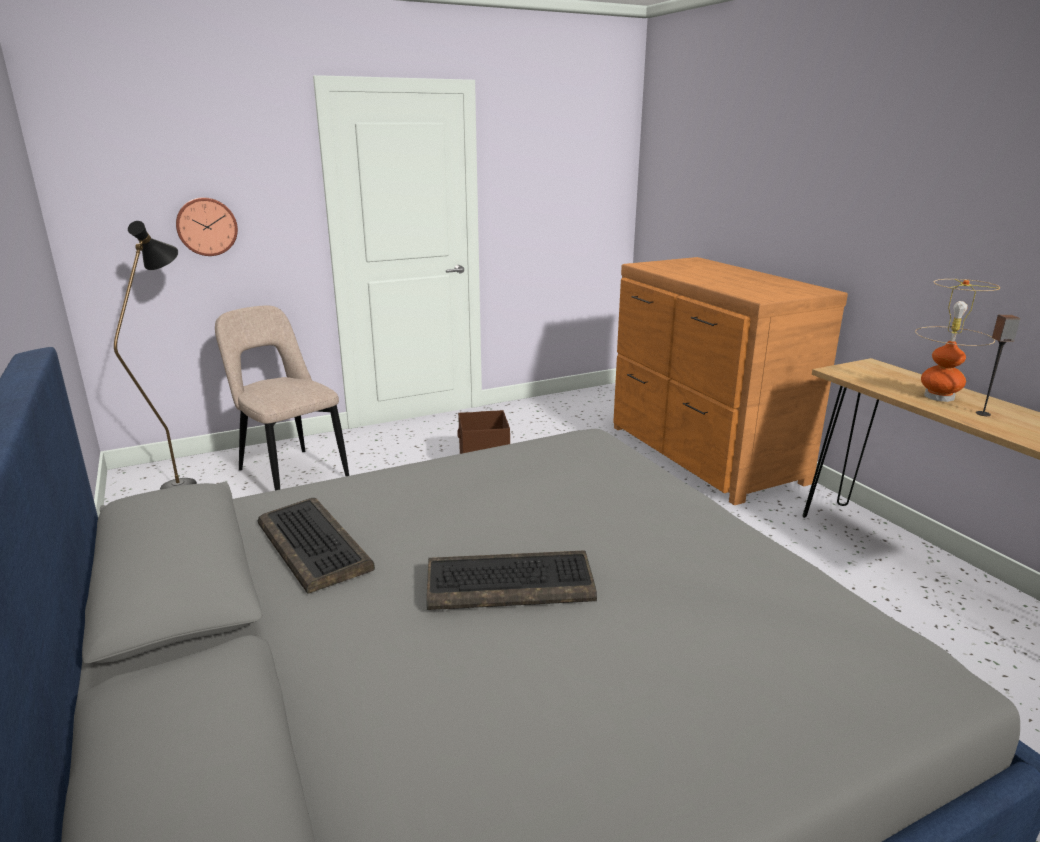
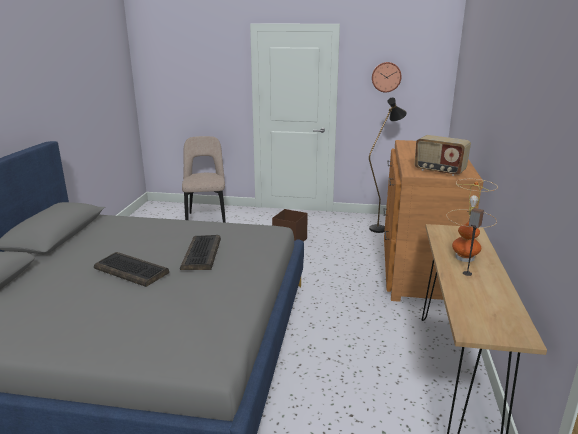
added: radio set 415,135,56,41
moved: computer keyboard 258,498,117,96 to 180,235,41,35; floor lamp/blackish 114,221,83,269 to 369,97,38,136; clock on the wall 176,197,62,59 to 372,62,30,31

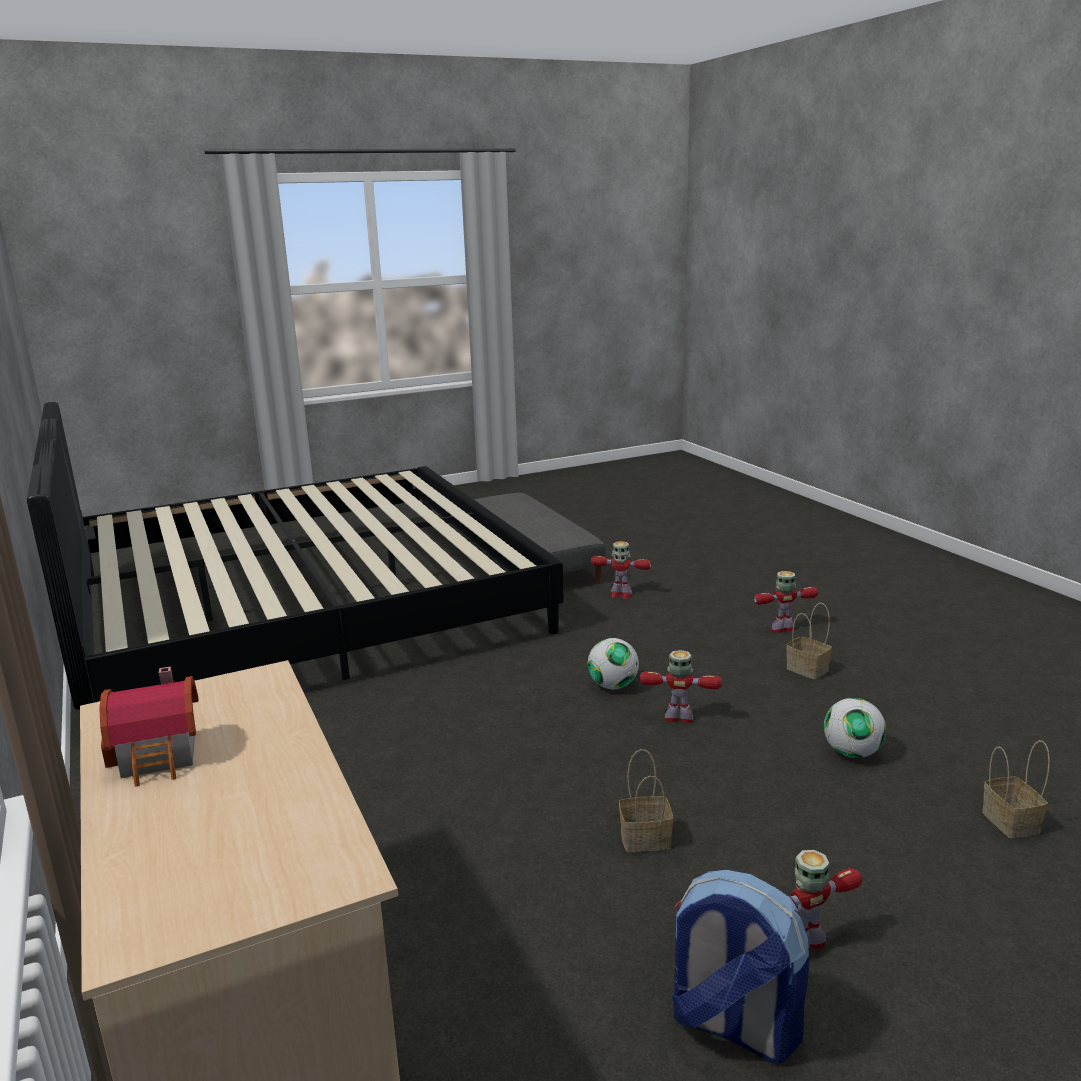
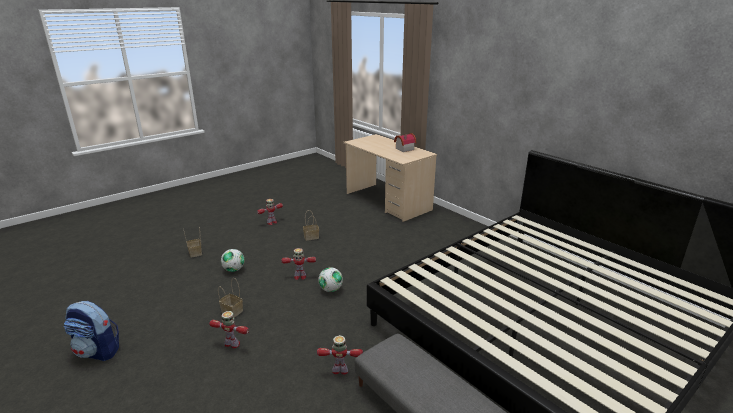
moved: backpack 672,870,137,193 to 64,301,55,60
turned: model robot 754,571,64,62 = 209,311,40,37 135 degrees counterclockwise

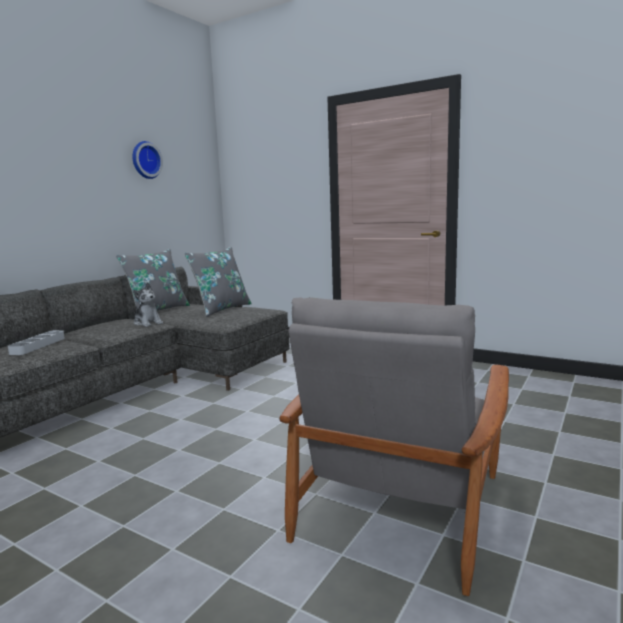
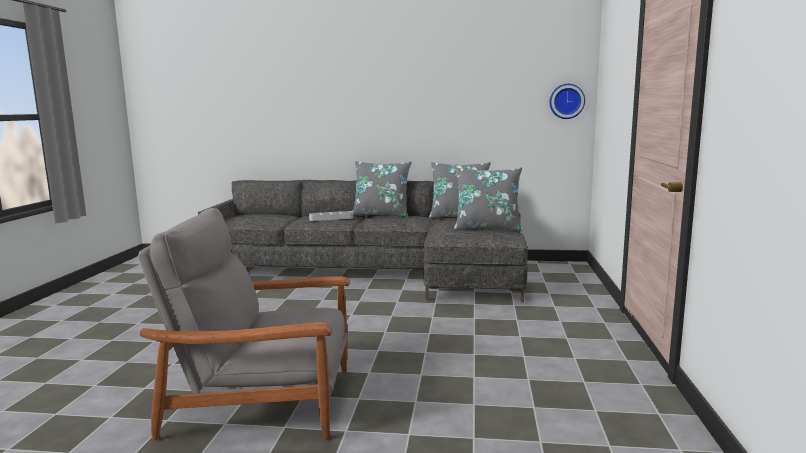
removed: plush toy 133,282,30,45
added: cushion/gray 352,161,60,57
moved: clock on the wall 132,141,31,38 to 550,84,35,35

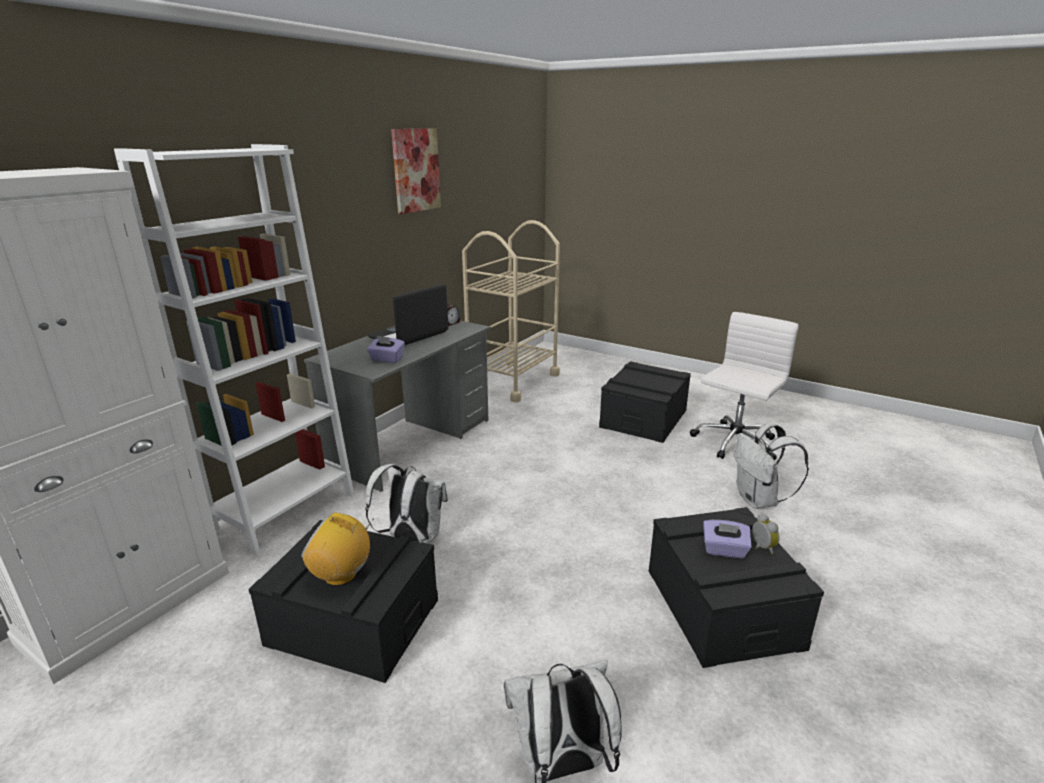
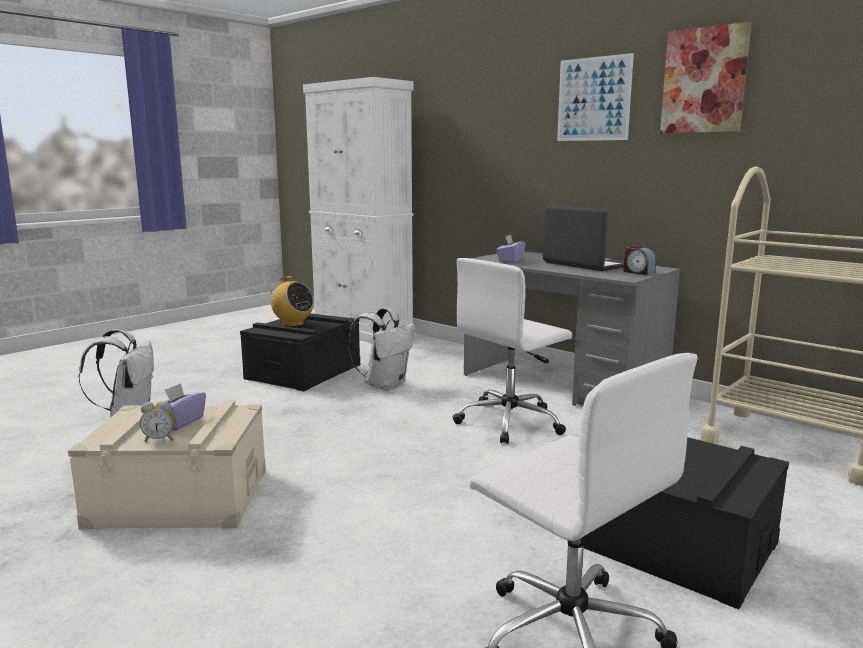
removed: bookshelf/white-coloured 114,144,240,412; backpack/white-coloured 734,423,75,86
added: desk chair/white-coloured 453,258,119,186; picture 557,53,77,88
recoloured: storage bin/blackish 649,507,175,161 to storage bin/beige 68,401,198,128
turned: radio set 301,513,73,73 = 270,276,44,51 105 degrees clockwise

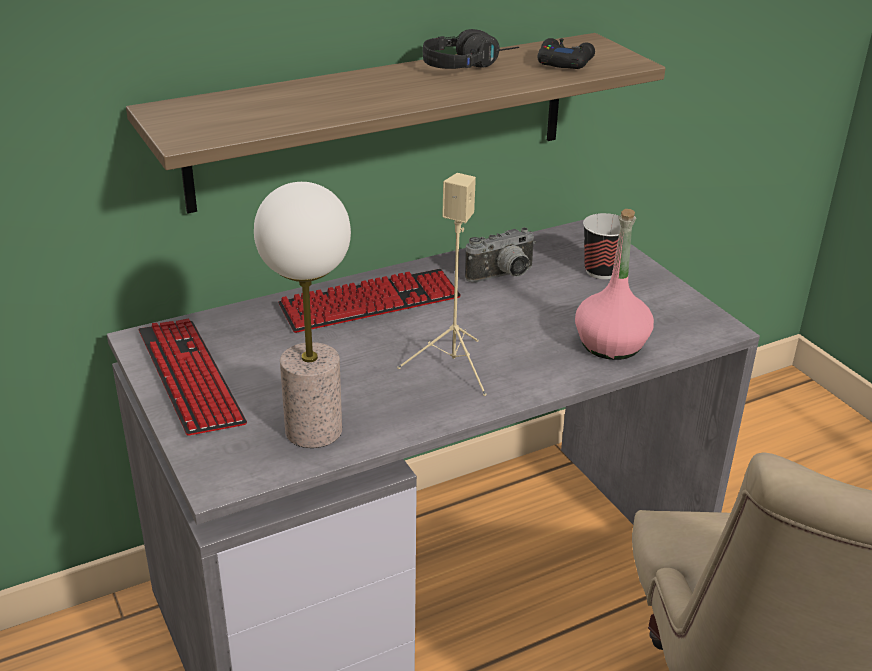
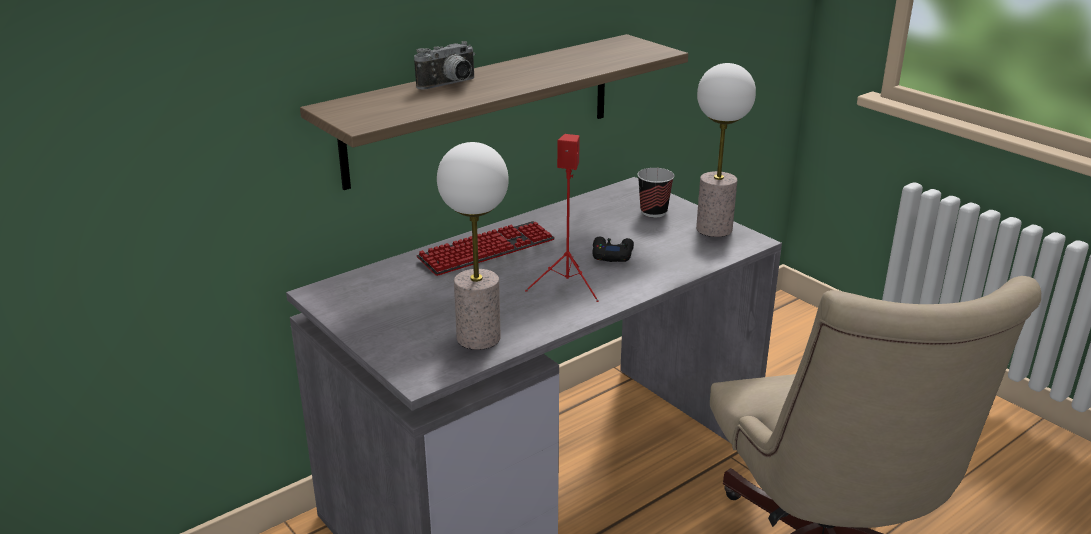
removed: computer keyboard 138,318,109,118; headset/blackish 423,29,96,40; drink bottle/pink 575,209,79,151
added: tabletop lamp 696,63,60,174
moved: photo camera 465,227,71,55 to 414,41,61,48; game controller/blackish 537,38,58,31 to 592,237,42,25
recoloured: audio speaker/beige 397,173,89,223 to audio speaker/red 525,134,74,168

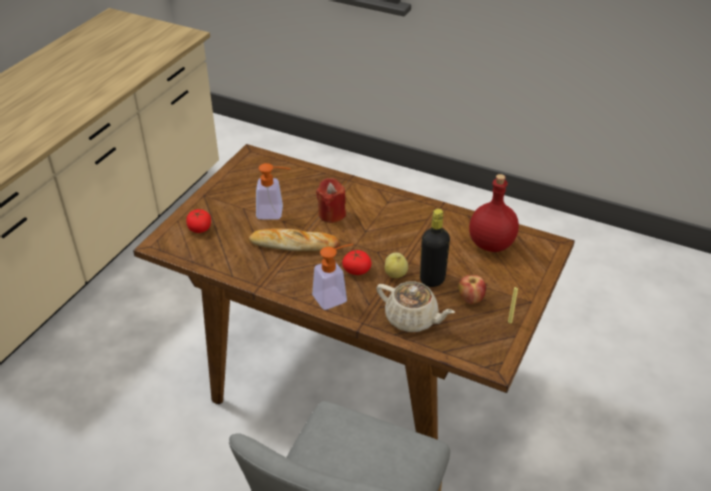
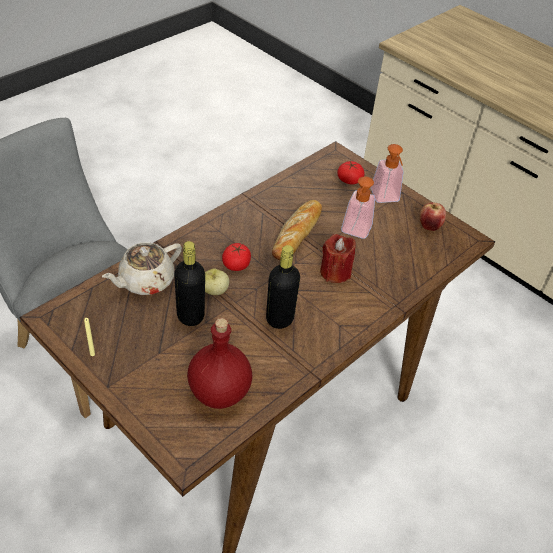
added: drink bottle/blackish 266,245,34,84
moved: soap dispenser 312,244,41,66 to 371,144,33,59; apple 458,275,28,29 to 420,202,26,29

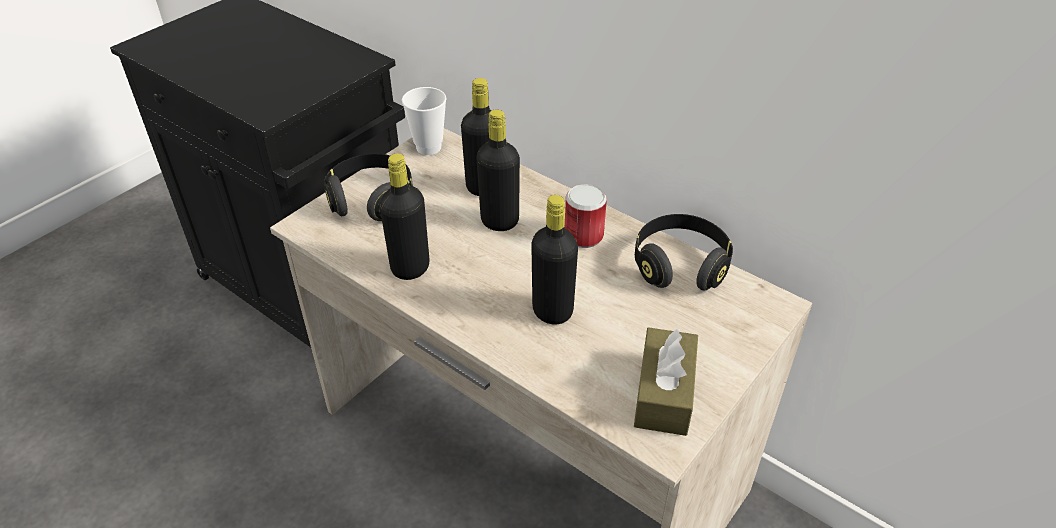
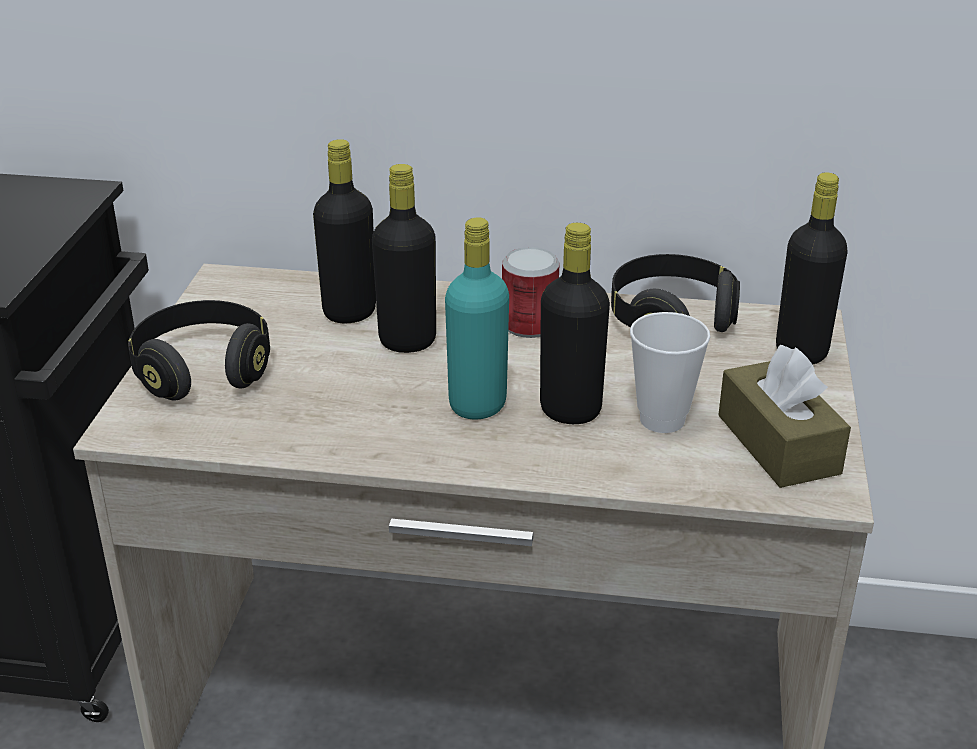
added: drink bottle/turquoise-coloured 445,218,64,201
moved: small cup 402,87,45,68 to 630,312,80,121; drink bottle/blackish 380,153,50,127 to 776,172,72,192

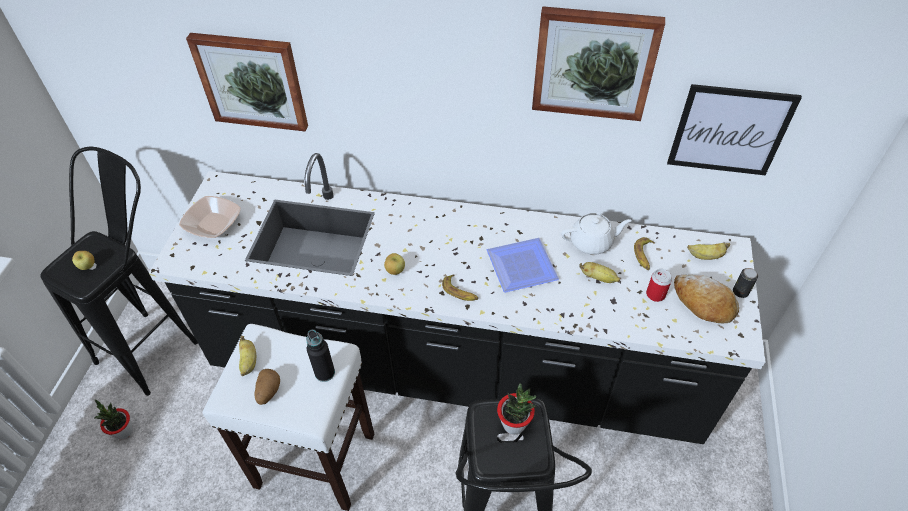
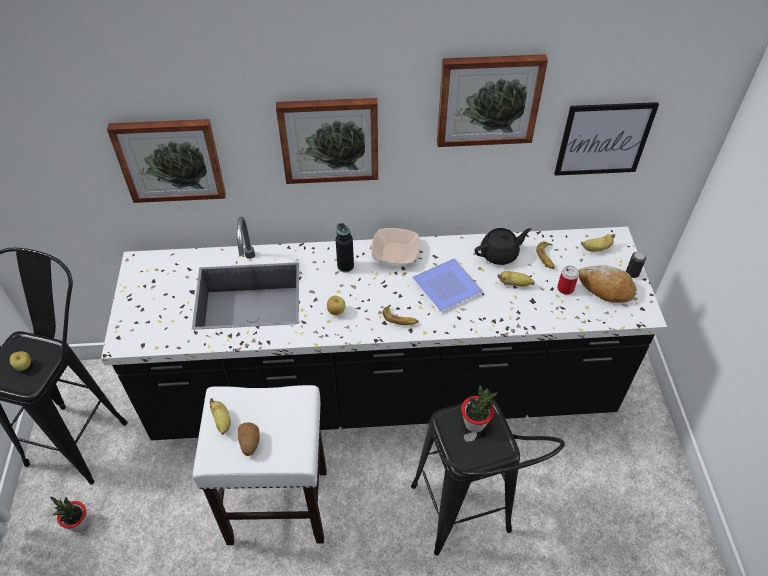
added: picture 276,98,102,86
moved: drink bottle/blackish 306,329,29,53 to 335,223,19,50; serving bowl 179,196,62,42 to 371,228,49,36
recoloured: pot for tea/white-coloured 561,213,71,42 to pot for tea/blackish 475,228,56,37

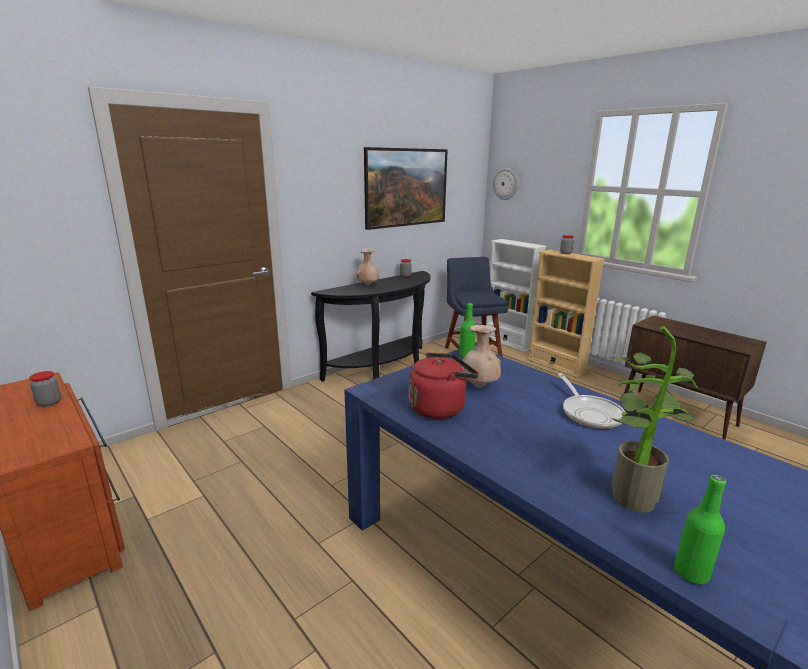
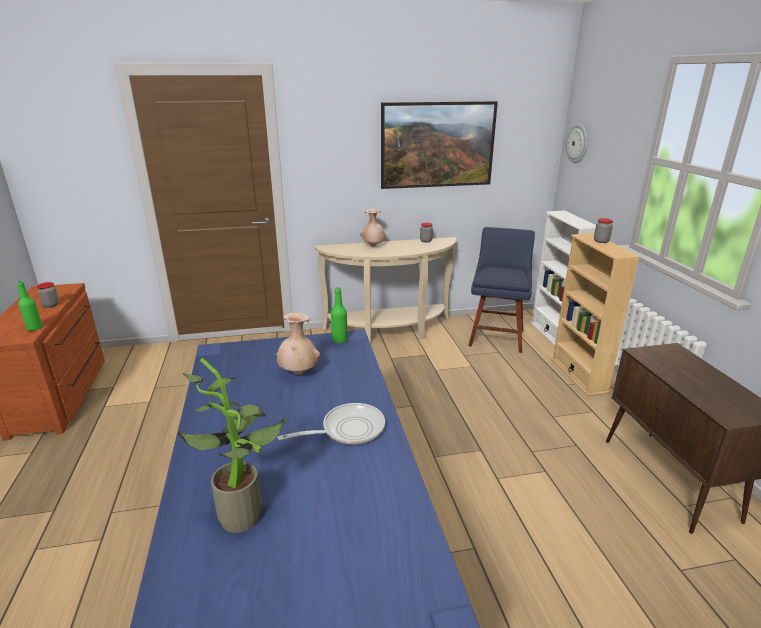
removed: water kettle/red 409,352,70,67
moved: drink bottle/green-coloured 674,475,52,109 to 17,281,26,50
recoloured: hall table/blackish 311,271,120,110 to hall table/beige 314,237,142,107
turned: pan 558,373,67,56 = 278,403,107,42 135 degrees counterclockwise

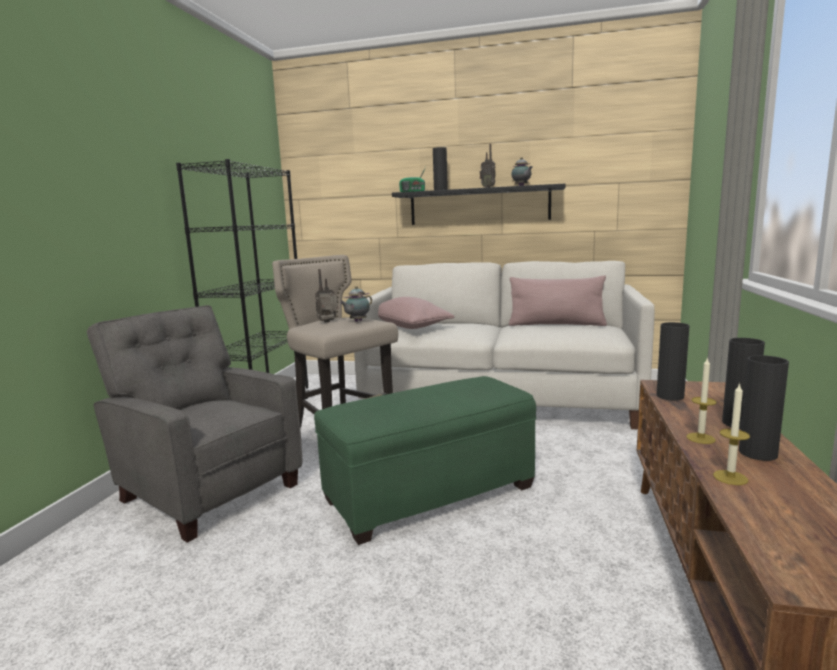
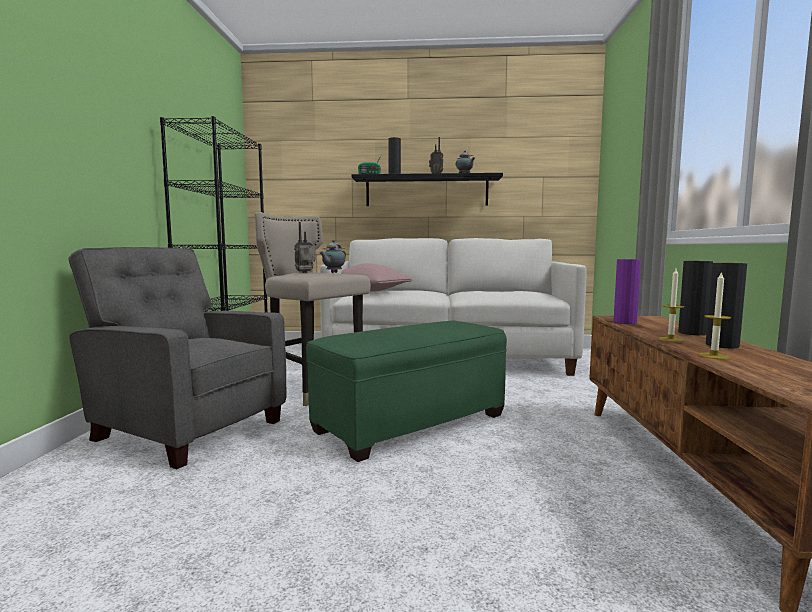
removed: cushion/pink 509,276,98,50
recoloured: flower vase/blackish 656,322,33,79 to flower vase/purple 613,259,28,65

